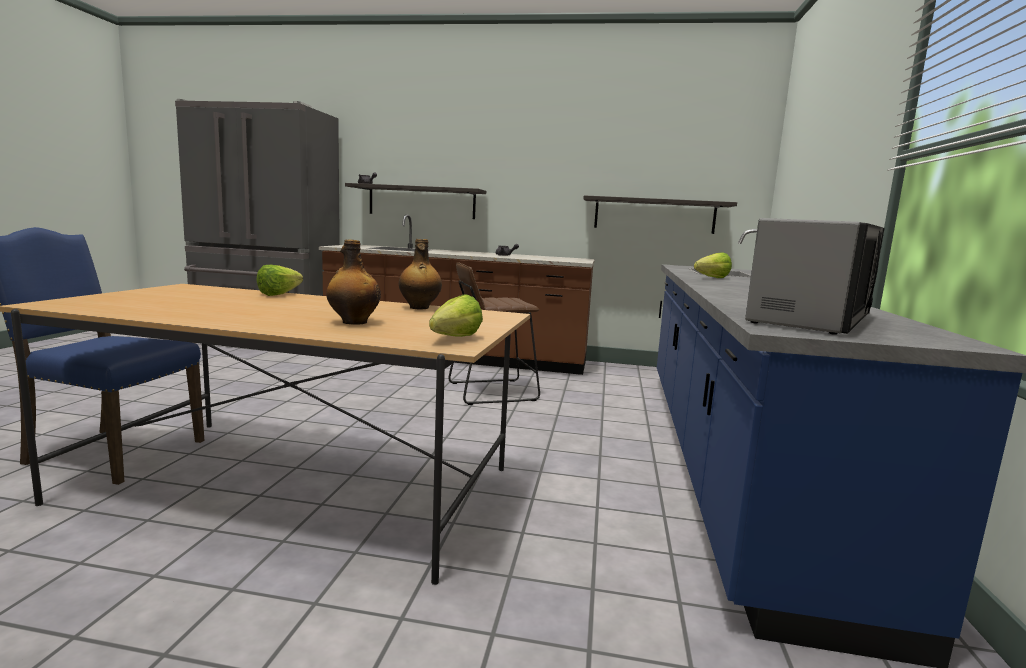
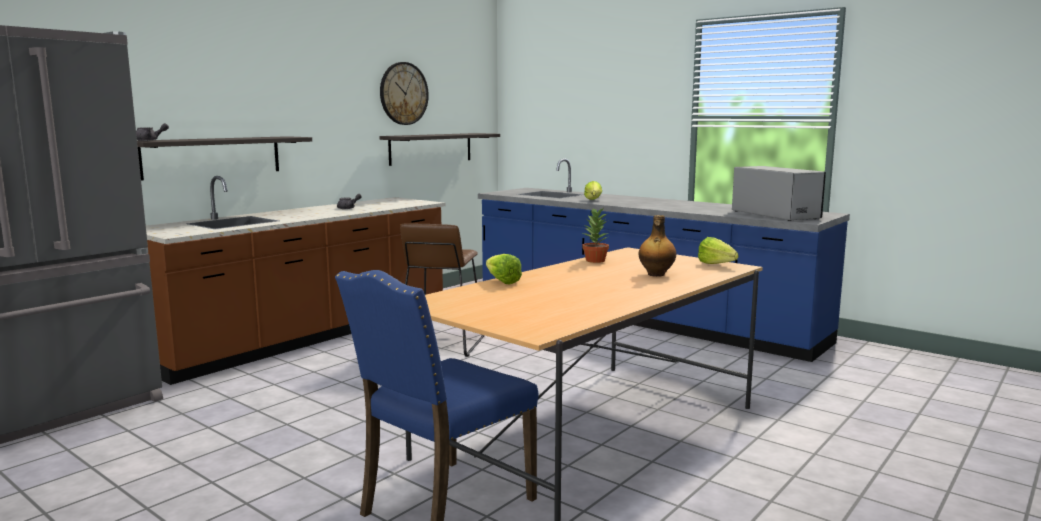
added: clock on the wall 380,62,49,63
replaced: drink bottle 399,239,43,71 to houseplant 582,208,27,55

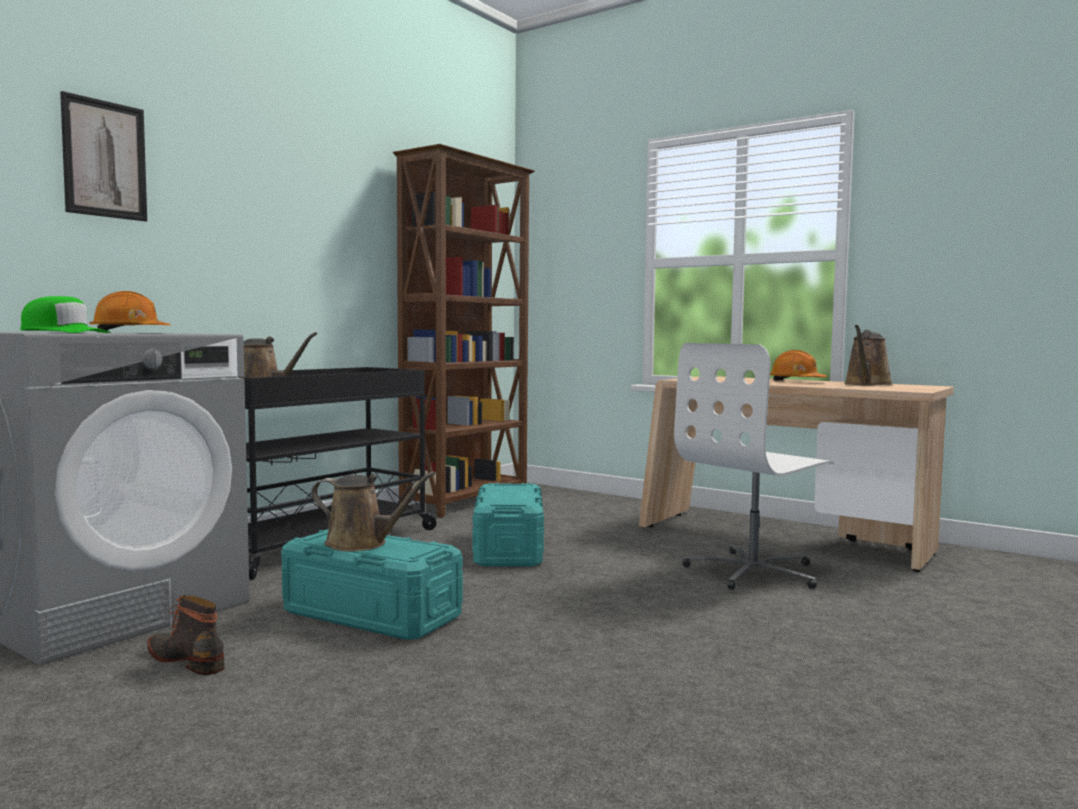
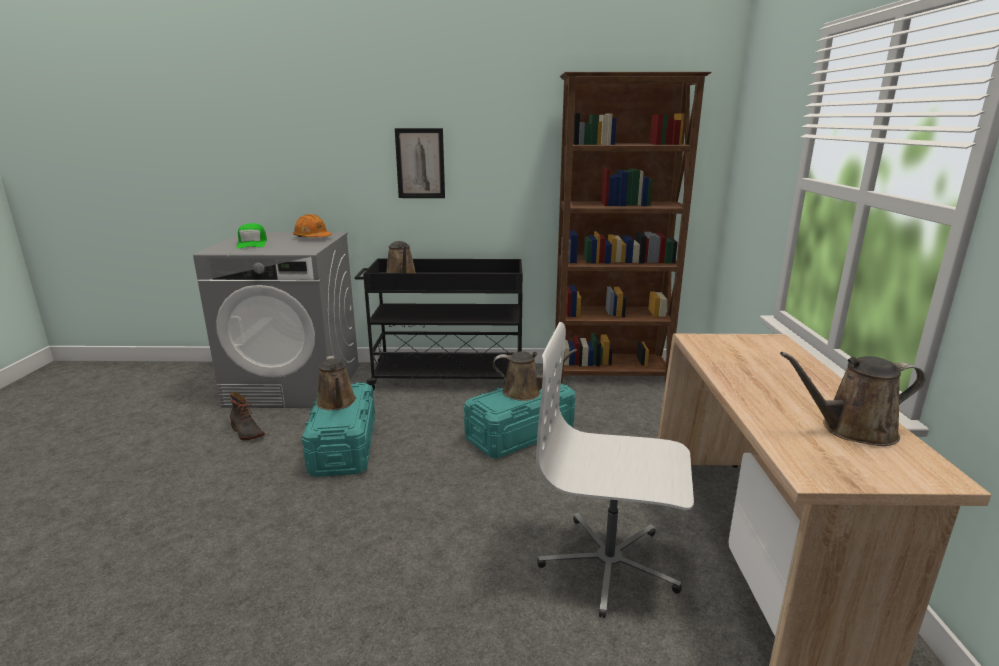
removed: hard hat/orange-coloured 770,350,57,31
added: watering pot/brown-coloured 493,349,84,52
moved: picture 60,91,87,130 to 395,128,50,70
turned: tall boot 147,595,77,80 = 230,392,35,48 135 degrees clockwise

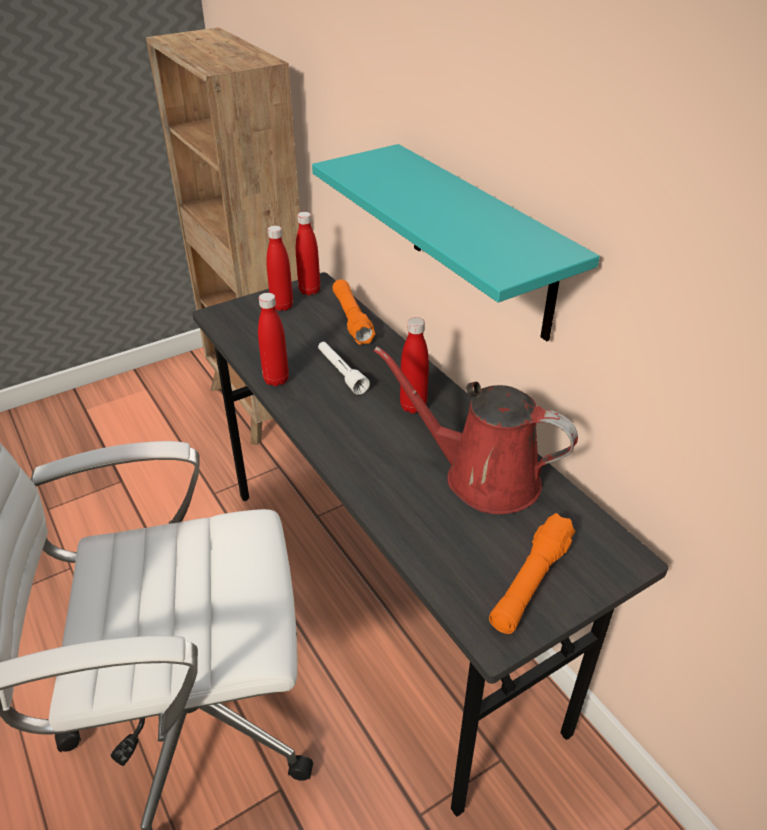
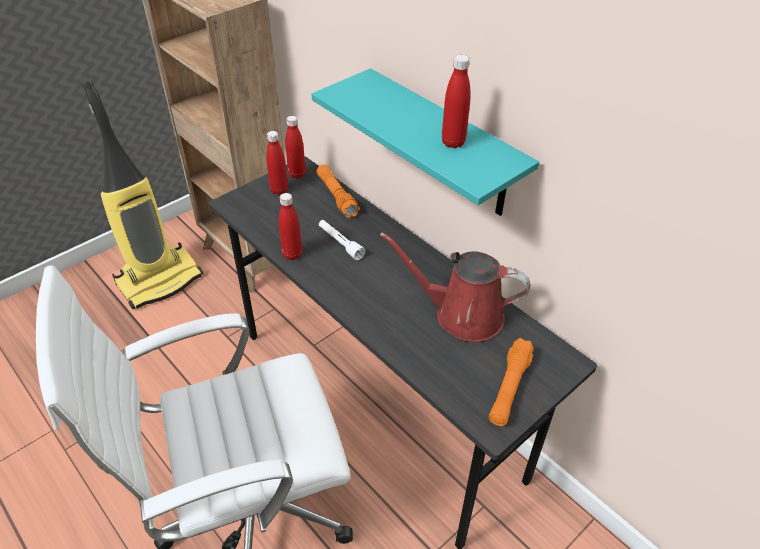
added: hoover 82,80,121,229
moved: drink bottle/red 400,317,29,97 to 442,55,29,93

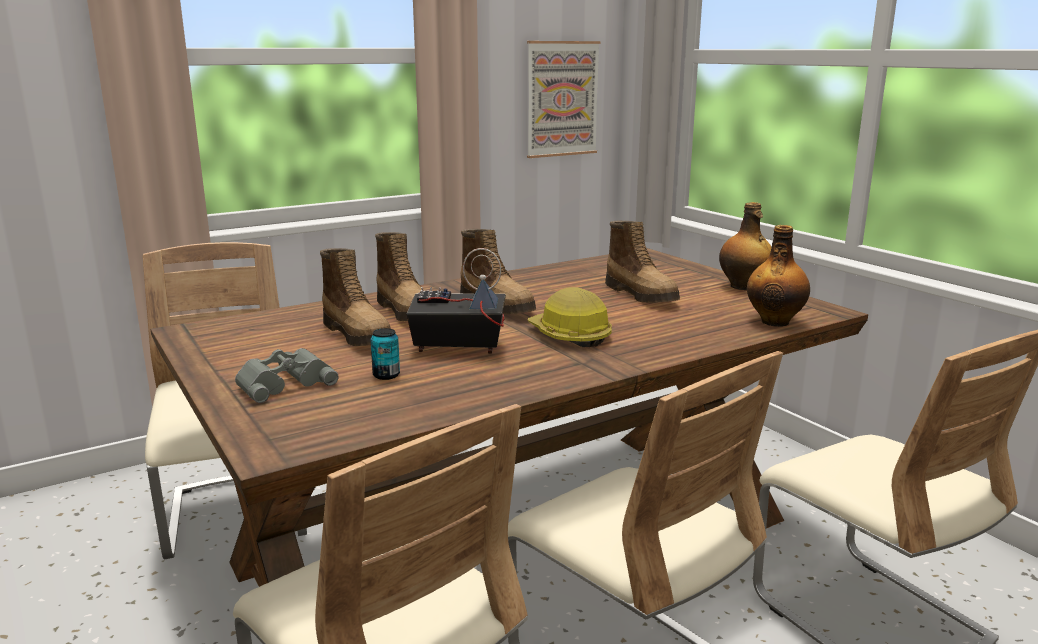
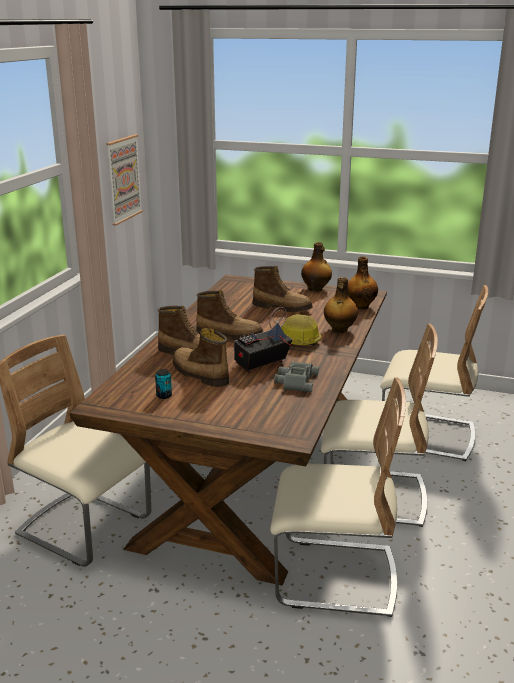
added: drink bottle 324,277,34,56
moved: can 370,328,30,52 to 155,369,17,30; binoculars/gray 235,348,104,55 to 274,361,45,31
turned: tall boot 320,248,71,98 = 173,328,56,59 150 degrees counterclockwise

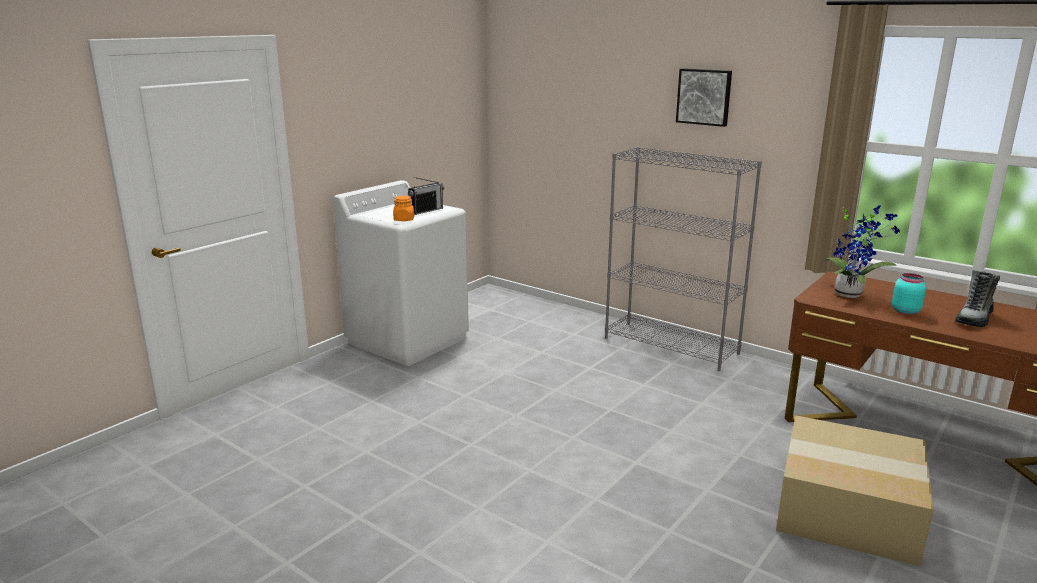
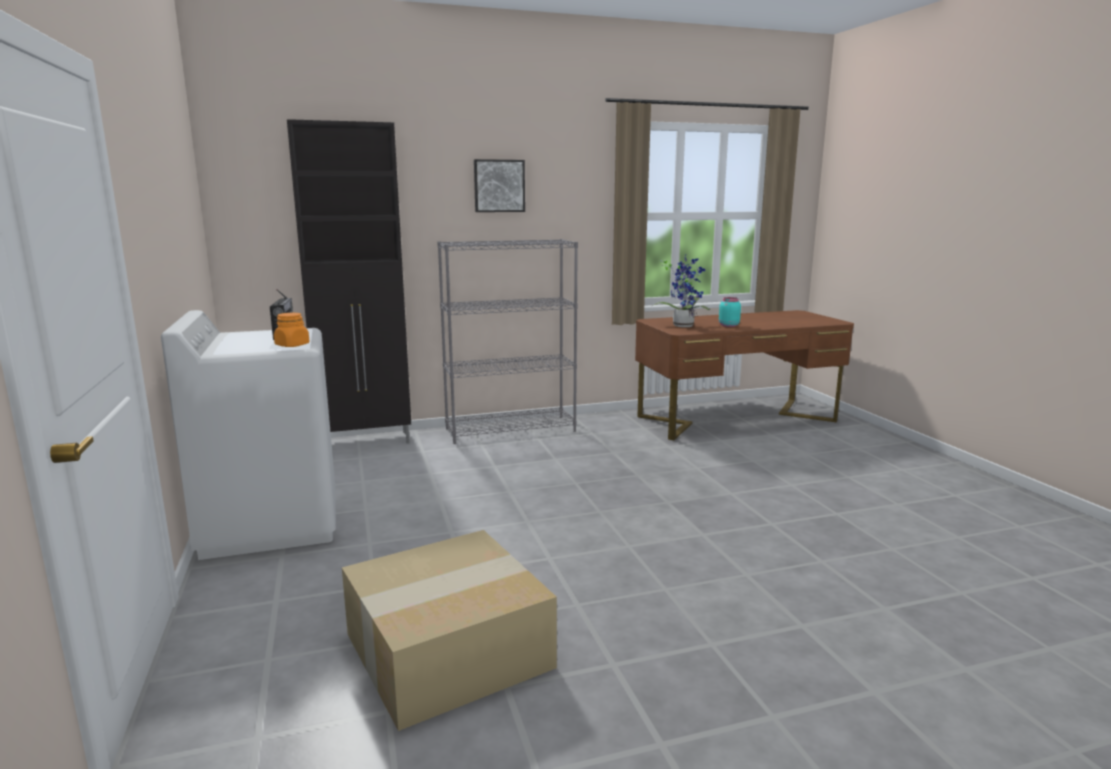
removed: tall boot 955,270,45,57
added: cabinet/blackish 287,119,124,324
moved: carton 776,416,158,151 to 342,530,215,201

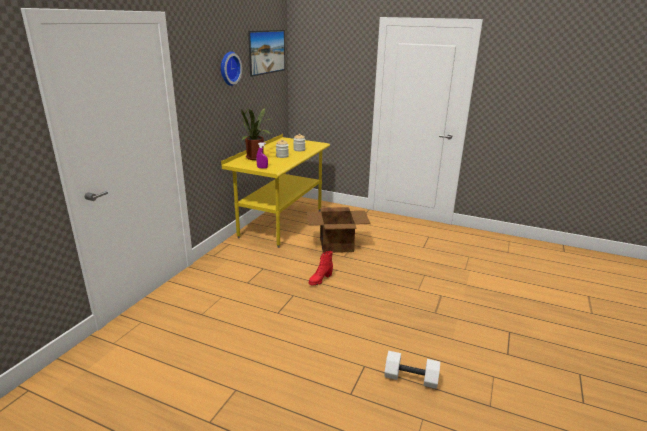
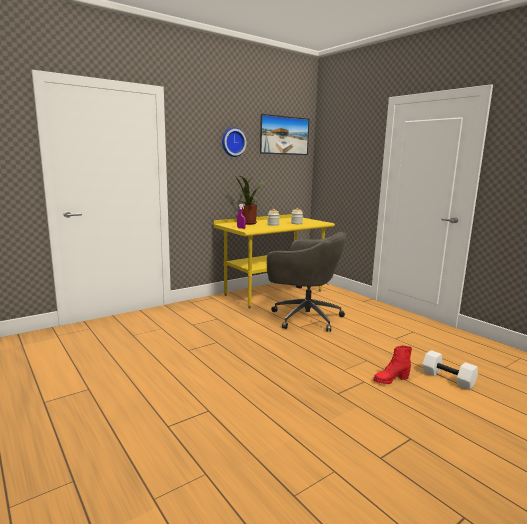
moved: tall boot/red 309,251,24,35 to 373,346,39,38; free weight/white-coloured 385,351,55,38 to 422,350,56,40
replaced: carton 307,207,64,46 to desk chair/gray 267,232,79,100

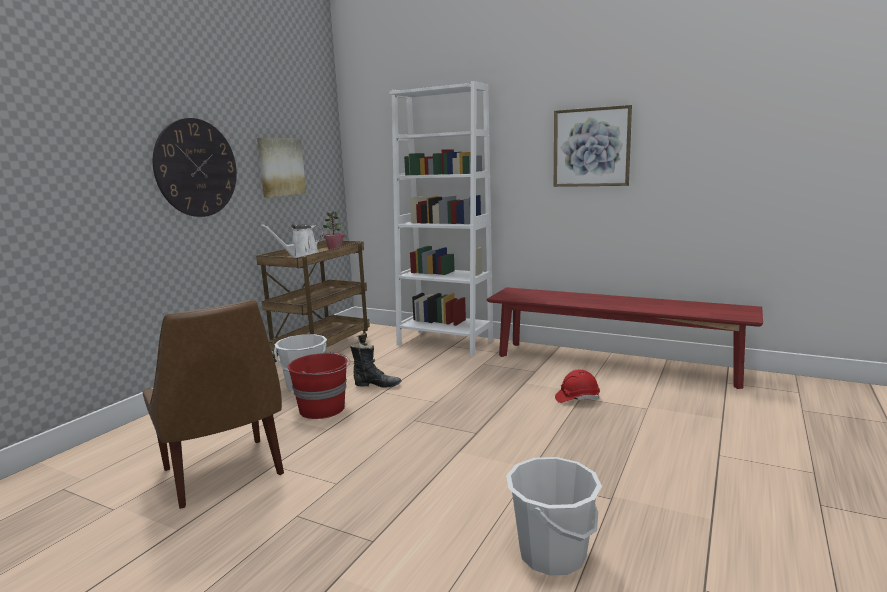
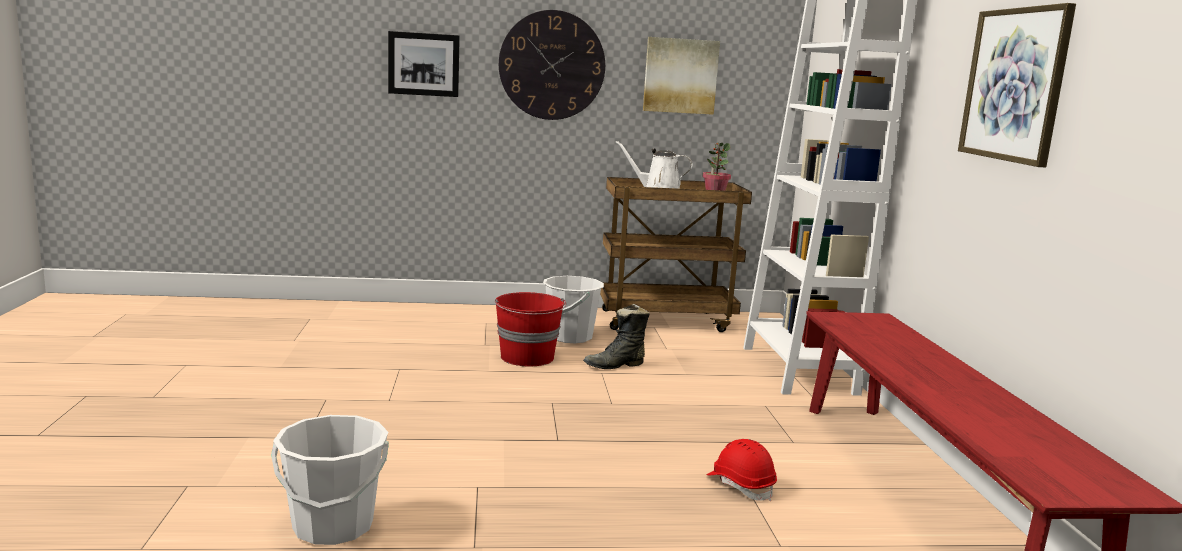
removed: plain chair/brown-coloured 142,300,142,209
added: picture 388,31,72,66
turned: tall boot/blackish 350,342,52,46 = 583,304,67,65 90 degrees clockwise

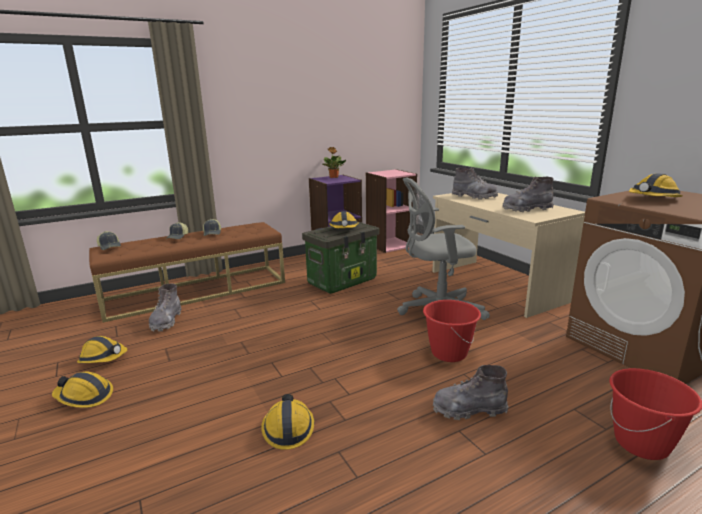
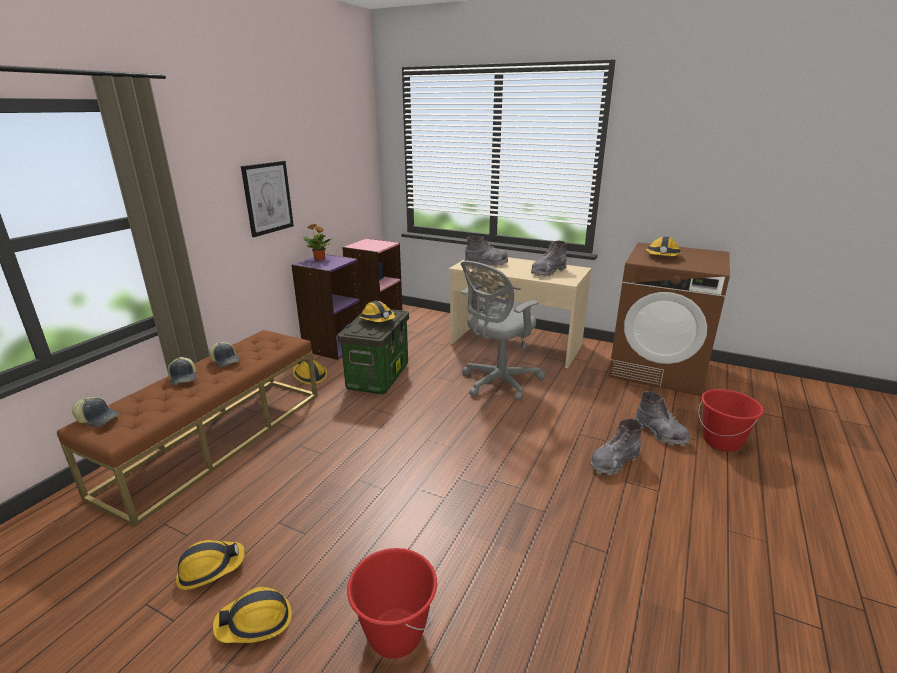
added: picture 241,161,53,76
moved: hard hat 261,394,53,56 to 293,359,34,25; water bucket/red 423,300,58,62 to 347,548,90,111; tall boot/gray 149,284,32,48 to 634,391,56,55

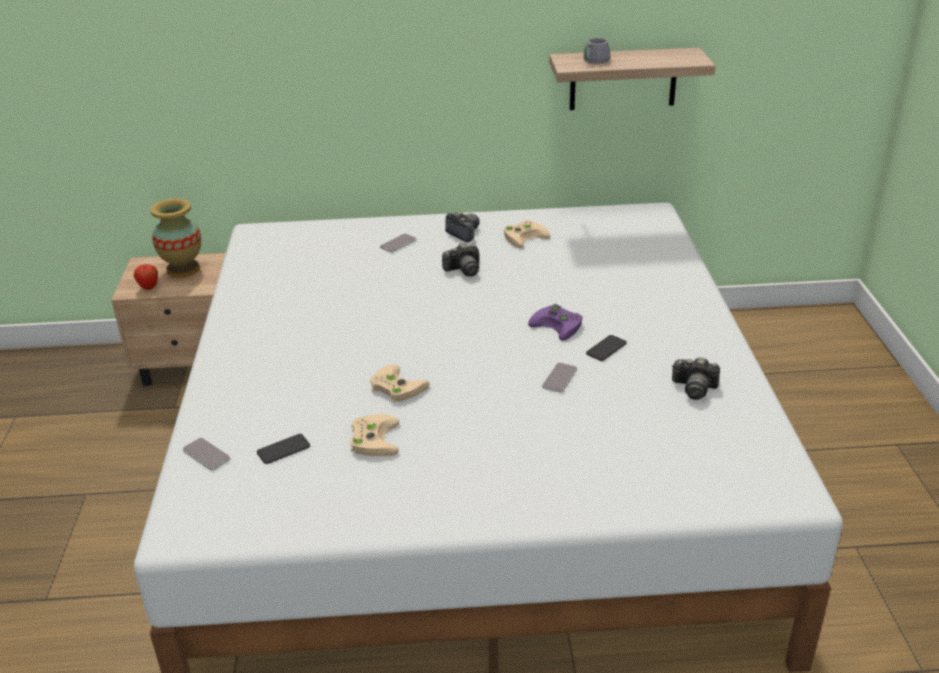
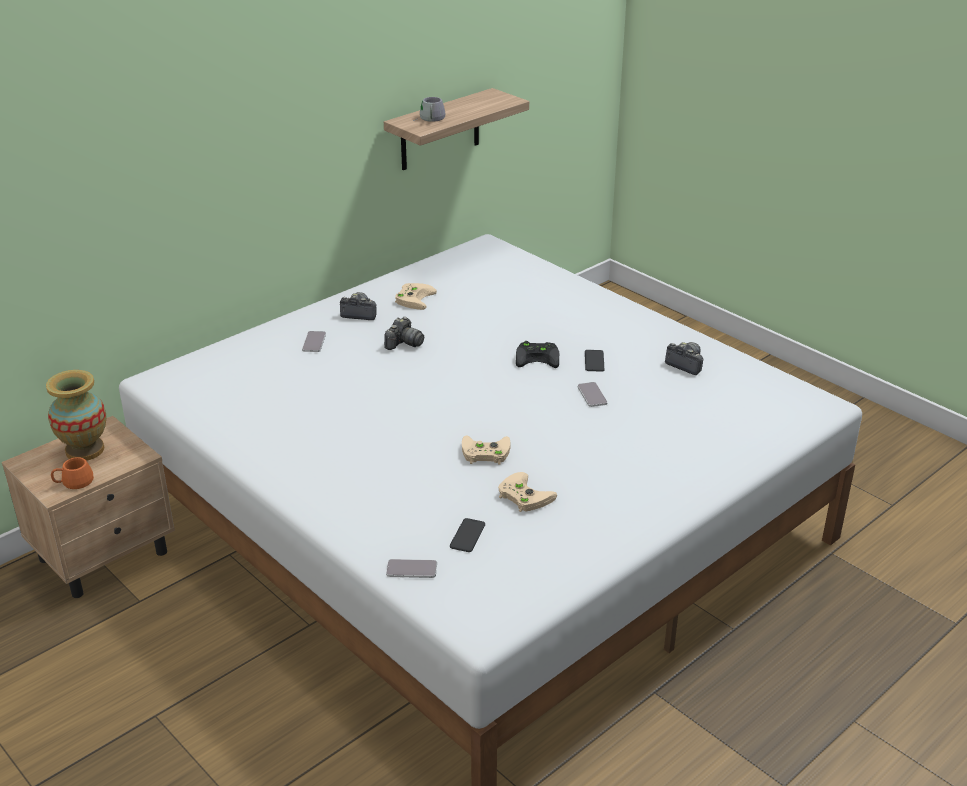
replaced: apple 134,264,24,26 to mug/orange-coloured 51,457,43,32
recoloured: game controller/purple 528,304,55,37 to game controller/blackish 516,341,43,27
turned: photo camera 672,357,48,43 = 665,342,39,33 120 degrees counterclockwise

